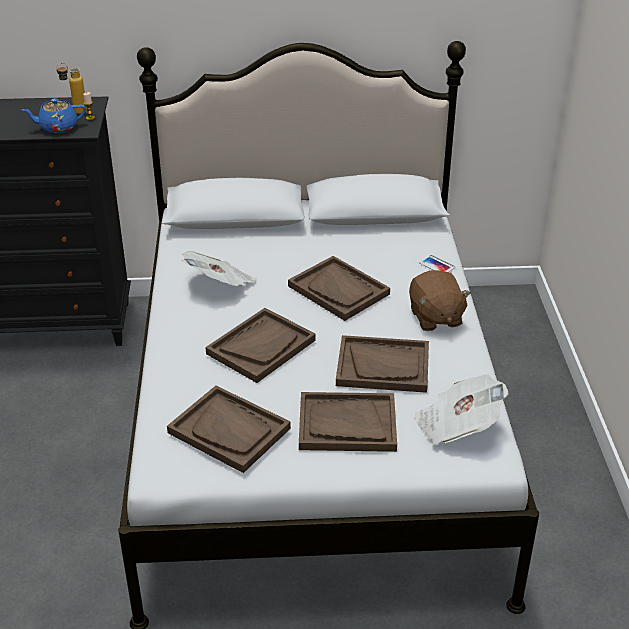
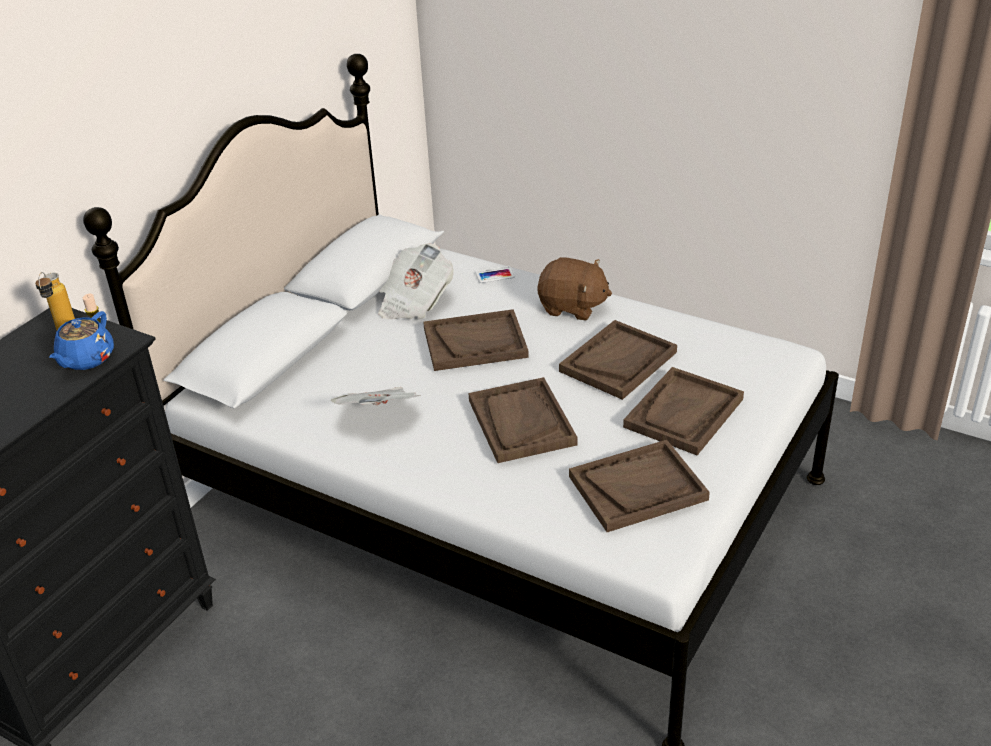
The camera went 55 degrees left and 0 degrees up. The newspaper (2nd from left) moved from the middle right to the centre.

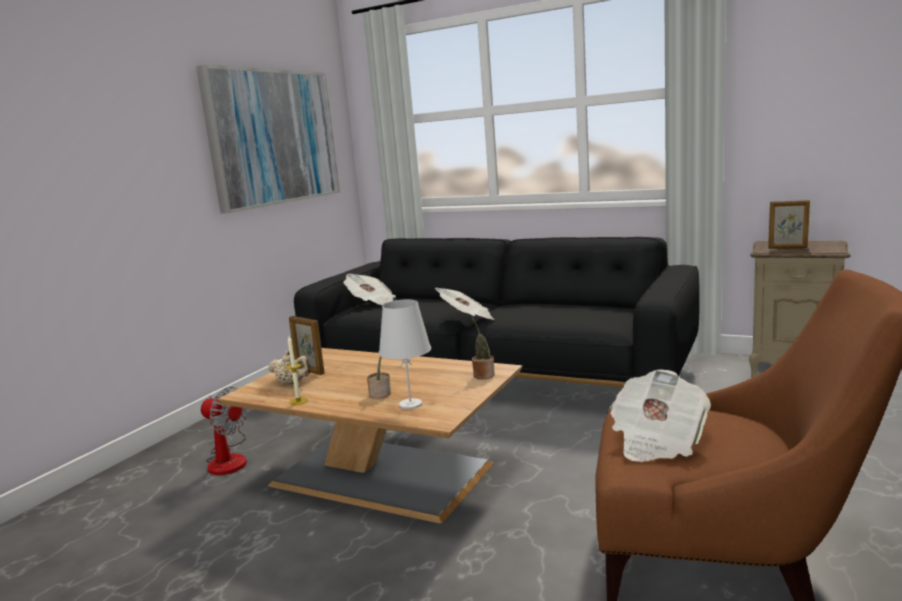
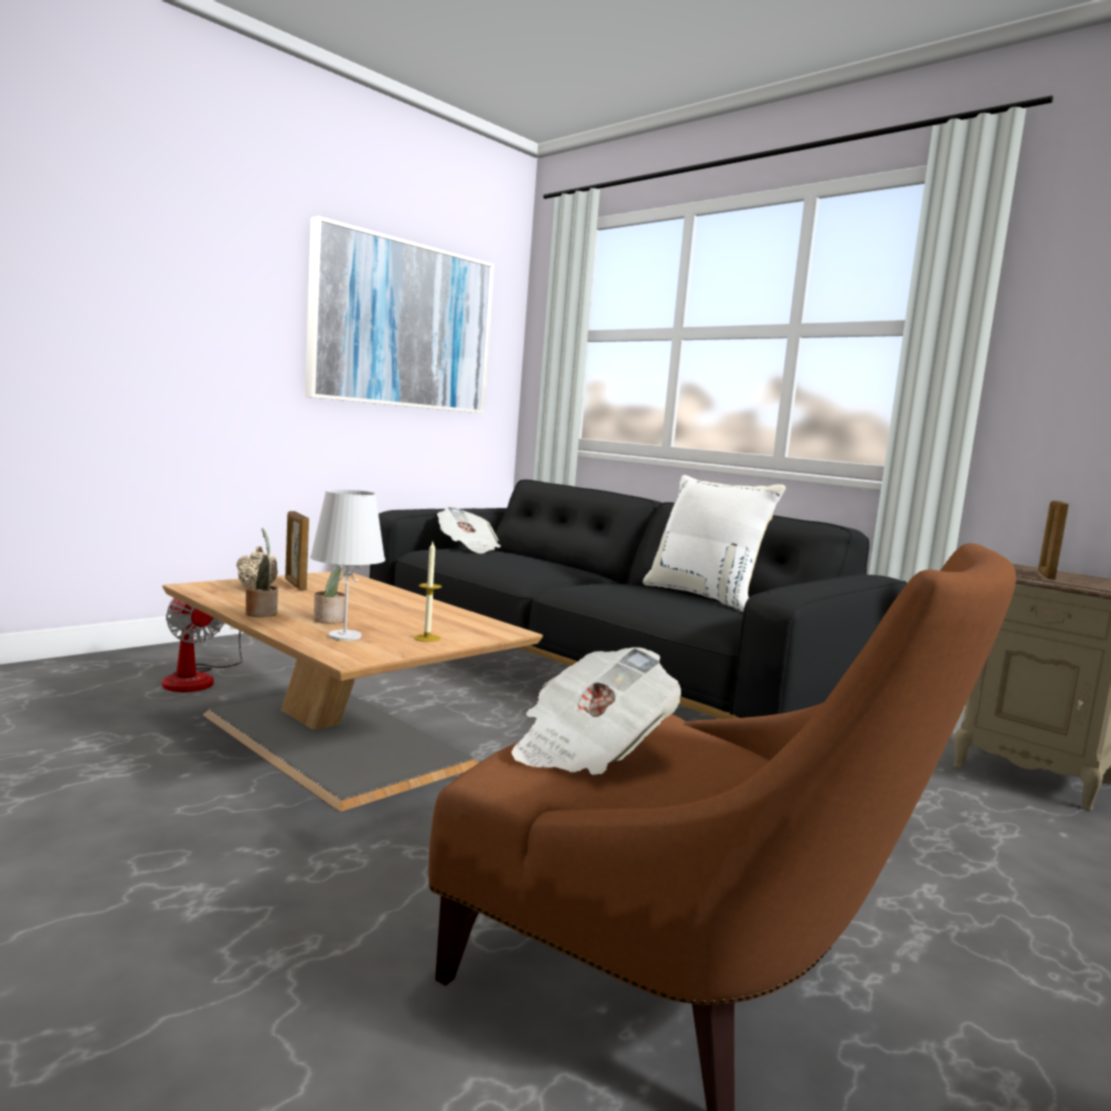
The camera went 15 degrees right and 5 degrees down. The picture frame (2nd from left) at the middle right turned 75 degrees clockwise. The newspaper (2nd from left) at the centre disappeared. The houseplant (2nd from left in the first image) moved from the centre to the middle left. The wax light moved from the middle left to the centre. The white pillow at the centre appeared.

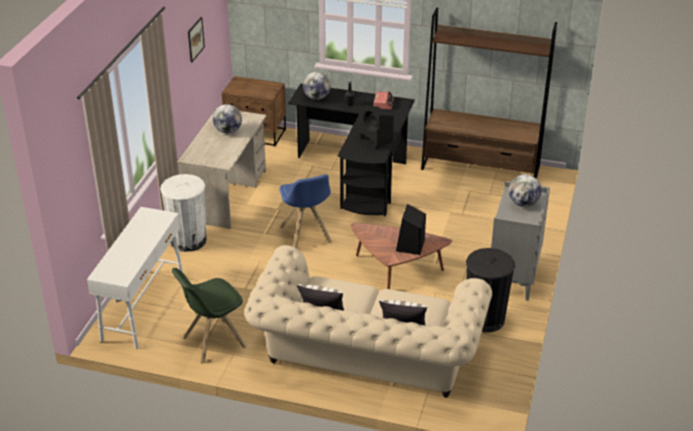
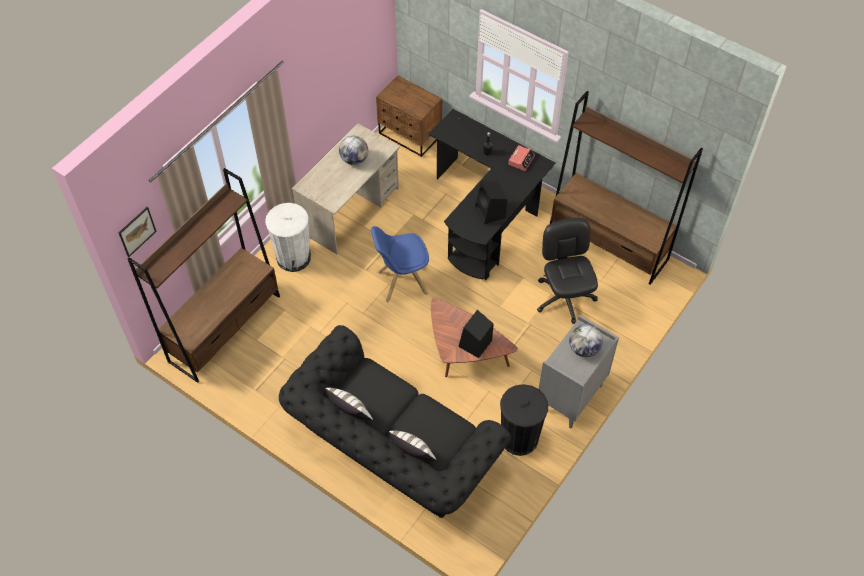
The camera went 20 degrees right and 20 degrees up. The wall art moved from the top left to the middle left. The desk globe (2nd from left) at the top centre disappeared. The bluish upright chair at the centre turned 75 degrees clockwise. The white console table at the middle left was replaced by the brown-coloured shelving unit (1st from left) at the middle left. The beige sofa at the bottom centre became the black sofa at the bottom centre. The green upright chair at the bottom left disappeared. The black desk chair at the centre appeared.

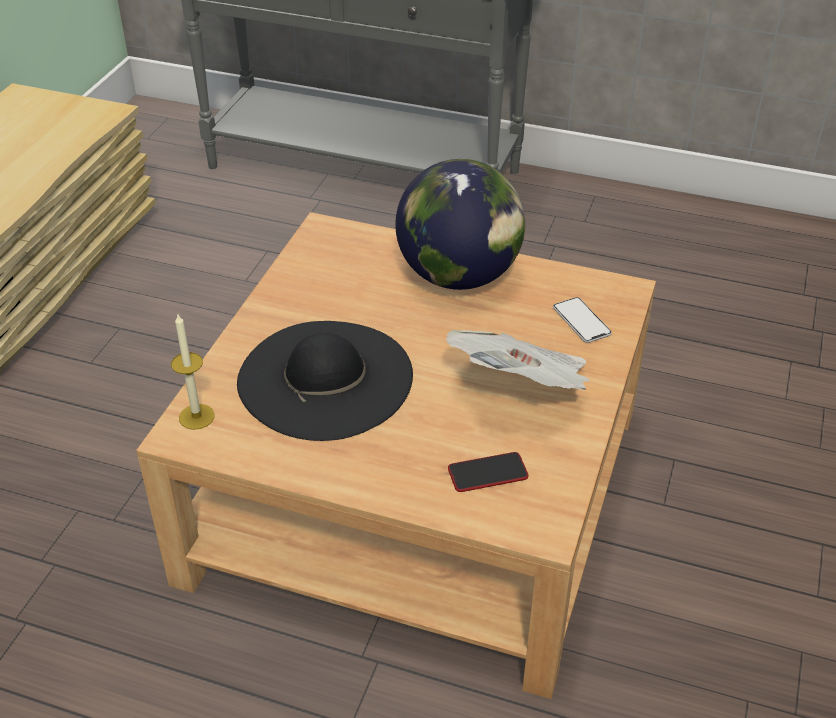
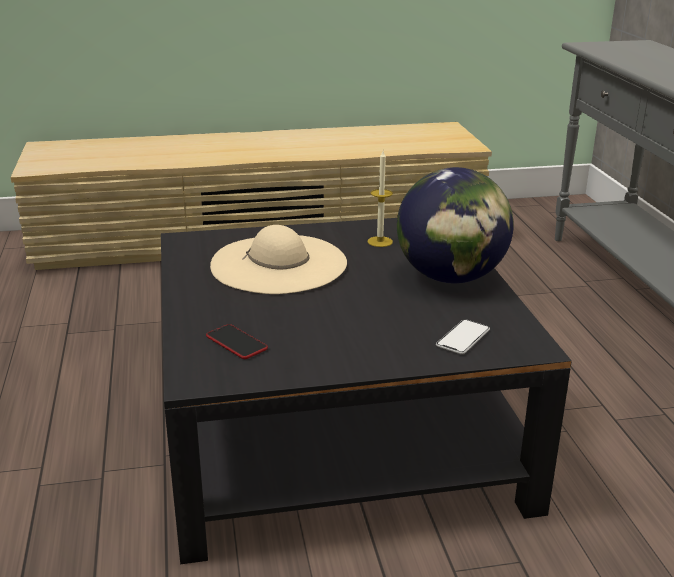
The camera went 60 degrees right and 15 degrees down. The beige coffee table at the centre became the black coffee table at the bottom centre. The wax light moved from the middle left to the centre. The black clothing hat at the centre became the beige clothing hat at the centre. The newspaper at the centre disappeared.

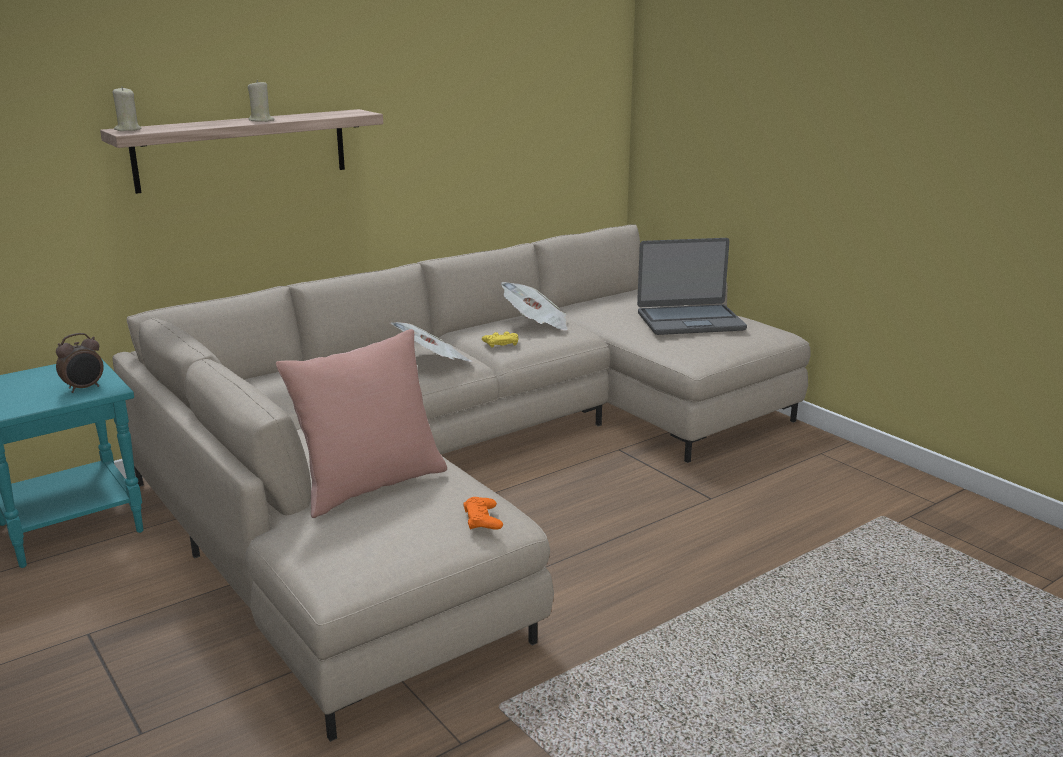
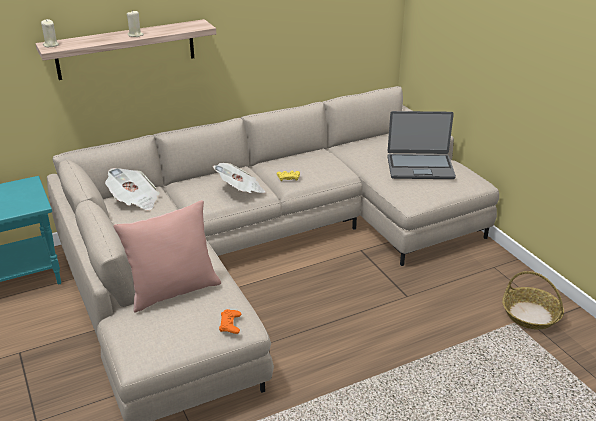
The camera went 10 degrees right and 10 degrees up. The newspaper (2nd from left in the first image) moved from the centre to the middle left. The table clock at the middle left disappeared. The storage basket at the bottom right appeared.

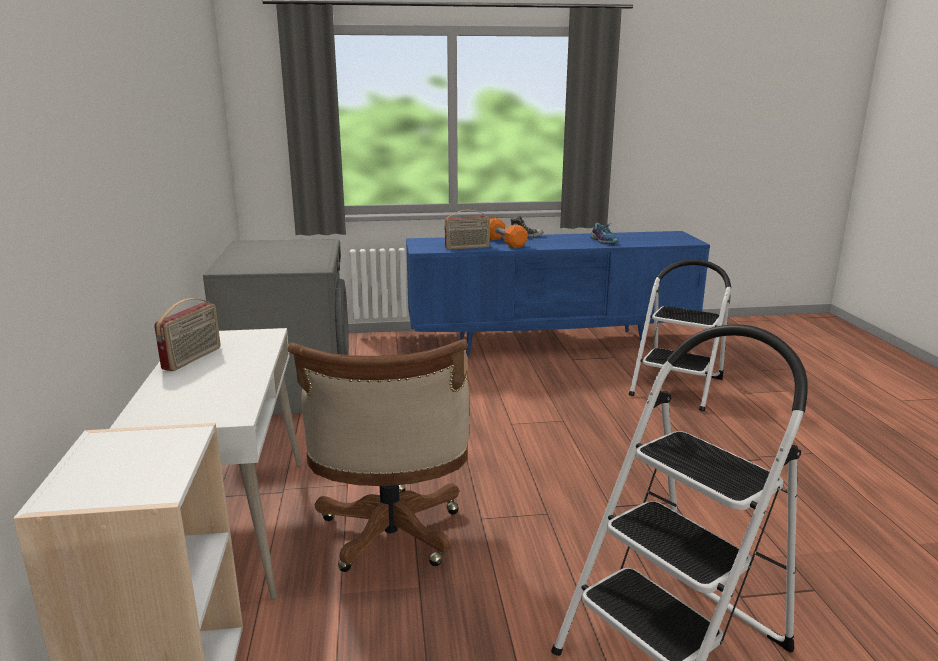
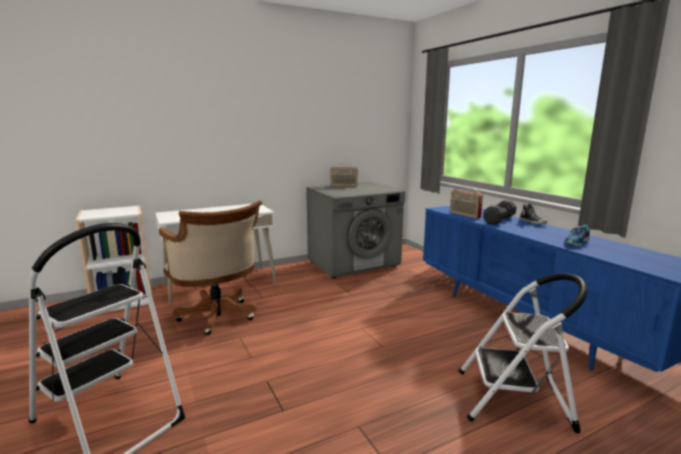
The camera went 70 degrees right and 5 degrees down. The orange-coloured free weight at the centre became the black free weight at the middle right. The radio (1st from left) moved from the middle left to the centre. The desk chair at the bottom centre turned 105 degrees counterclockwise.

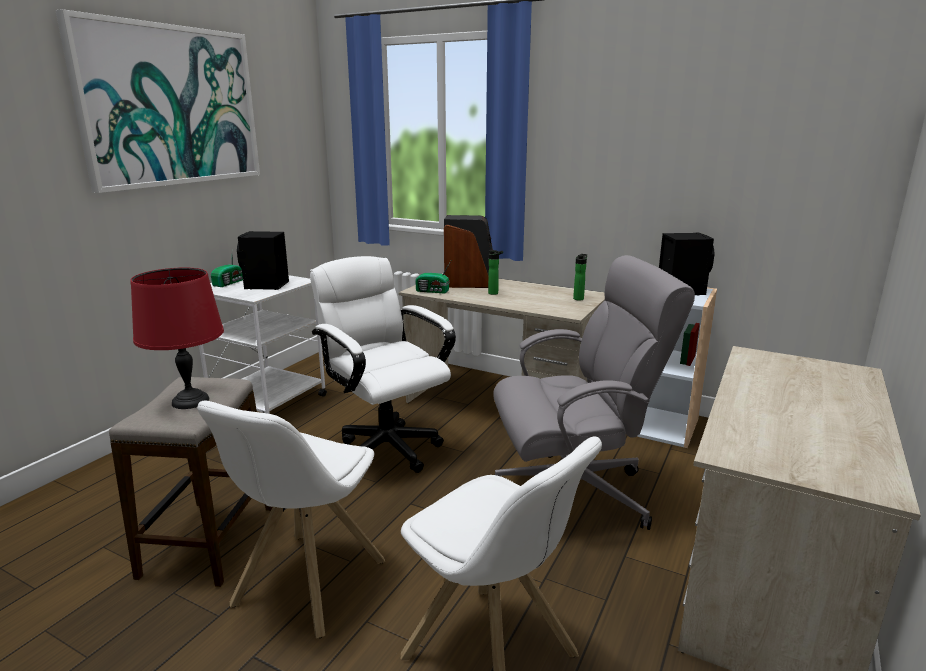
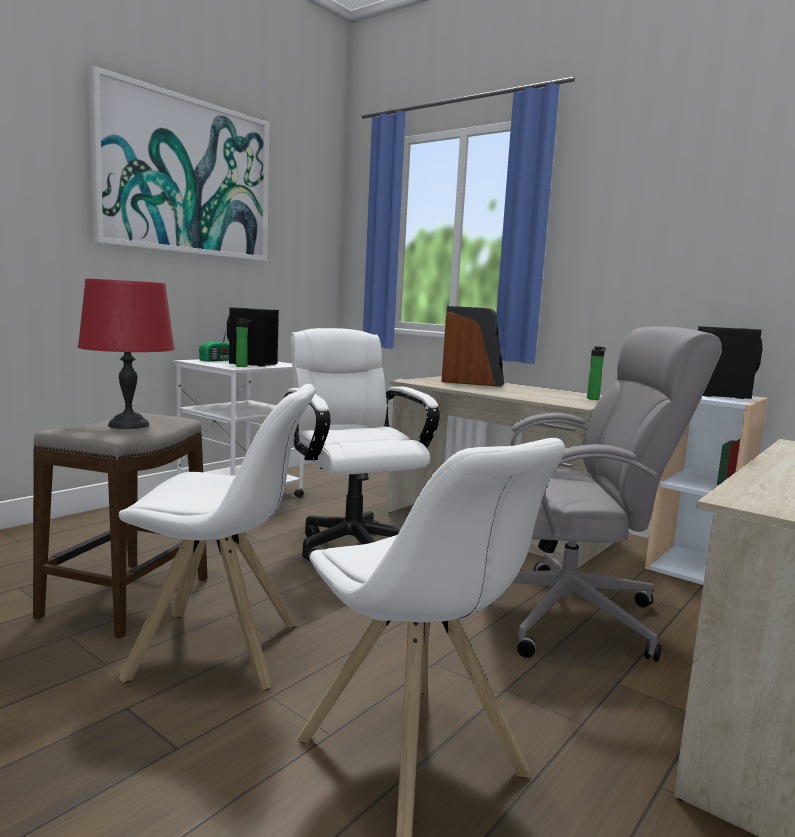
The camera went 10 degrees right and 10 degrees down. The drink bottle (1st from left) moved from the centre to the middle left. The radio (2nd from left) at the centre disappeared. The white upright chair (1st from left) at the bottom left turned 120 degrees counterclockwise.

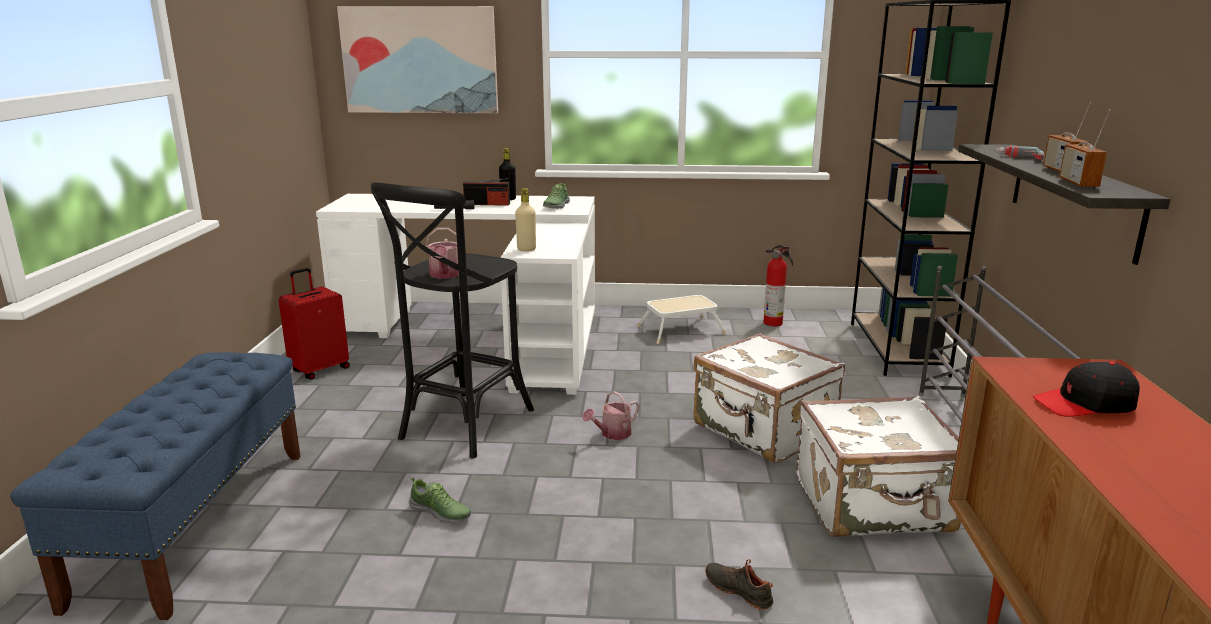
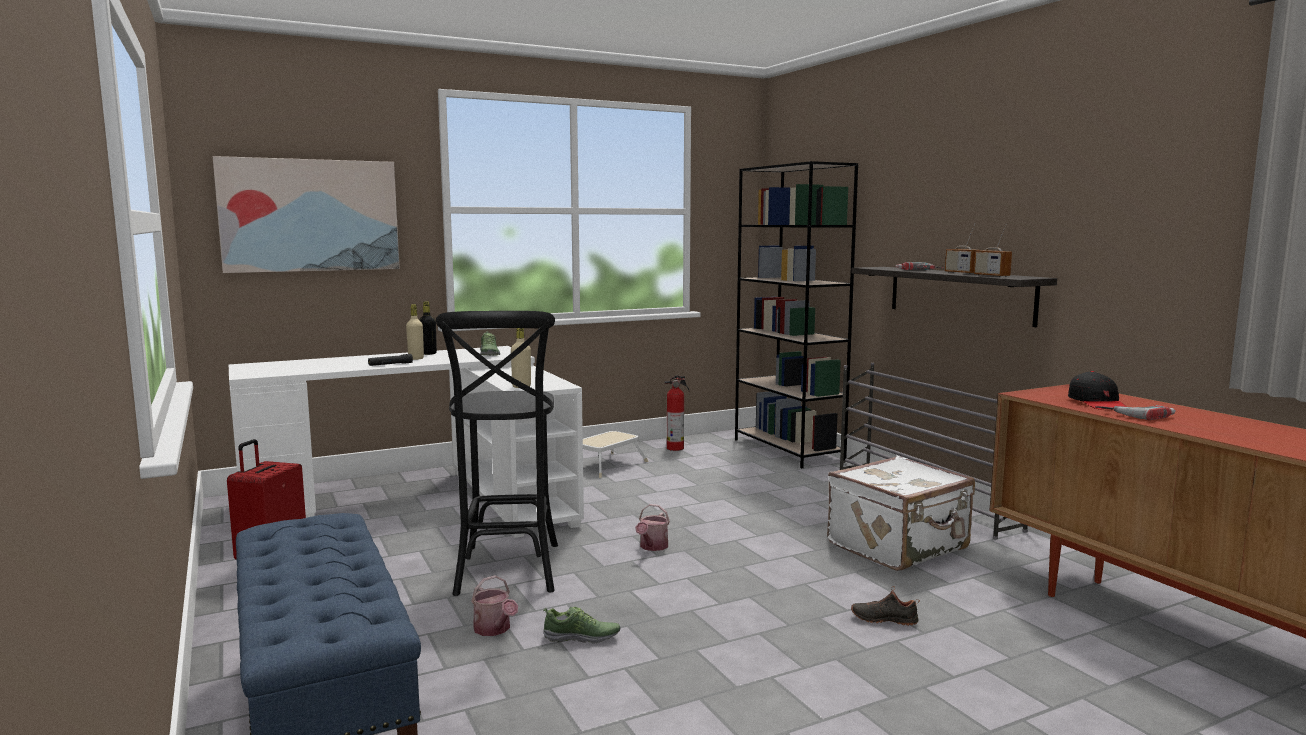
The camera went 30 degrees left and 10 degrees down. The radio (1st from left) at the top centre was replaced by the beige drink bottle (1st from left) at the middle left. The watering pot (1st from left) moved from the centre to the bottom centre. The white piece of luggage (1st from left) at the centre disappeared. The black peaked cap at the middle right turned 60 degrees counterclockwise. The power drill (2nd from left) at the middle right appeared.

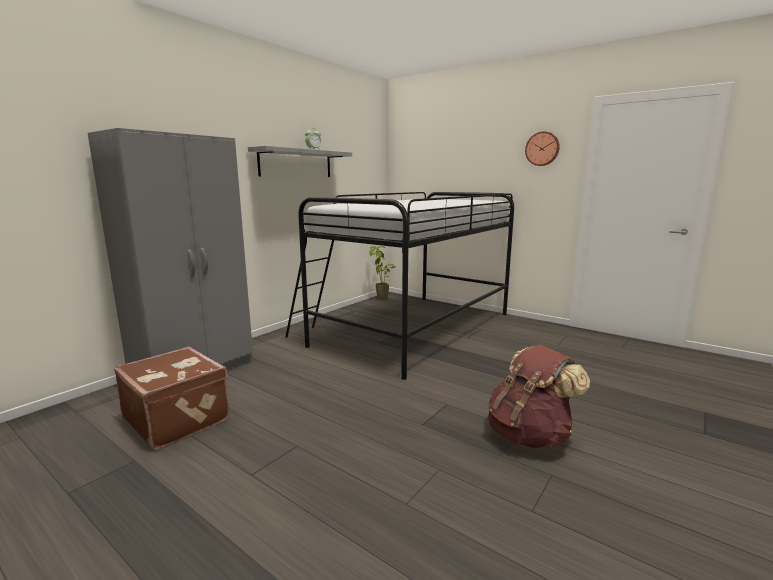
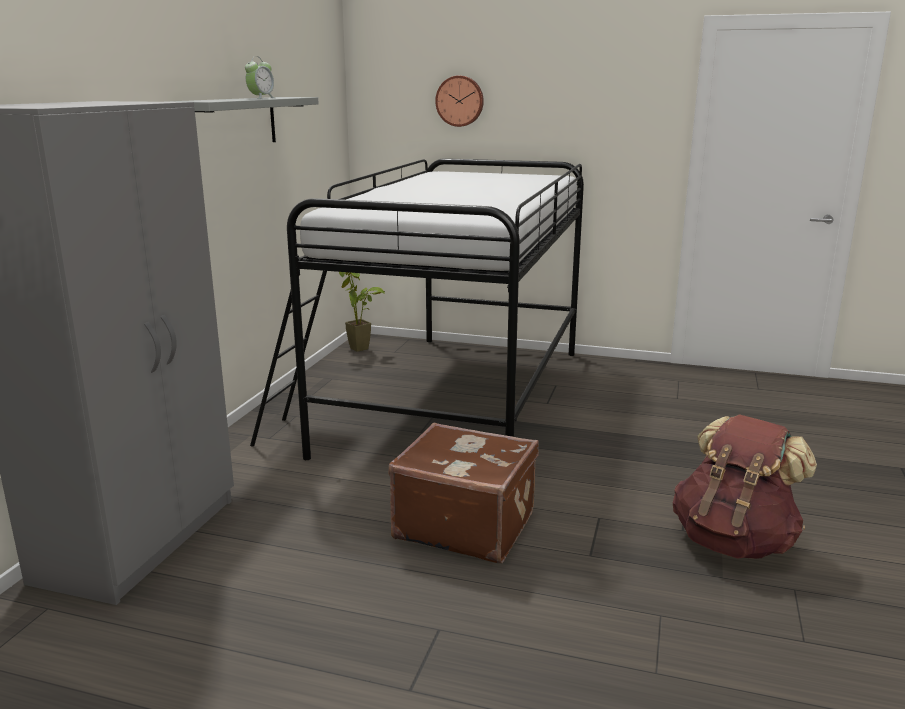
The camera went 20 degrees left and 5 degrees up. The wall clock moved from the top right to the top centre. The brown-coloured piece of luggage moved from the bottom left to the bottom centre.

